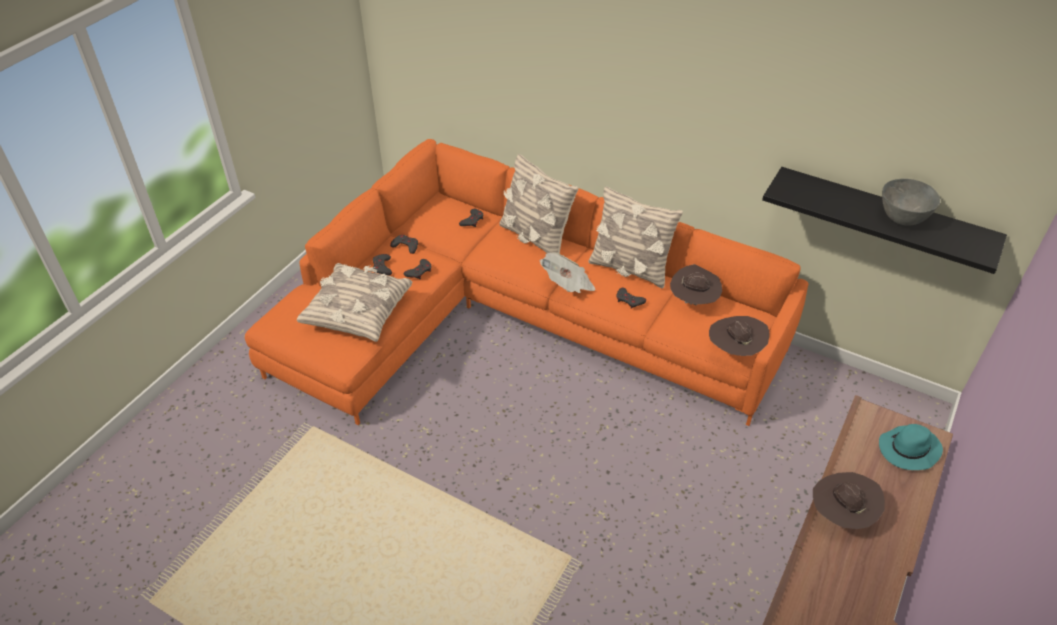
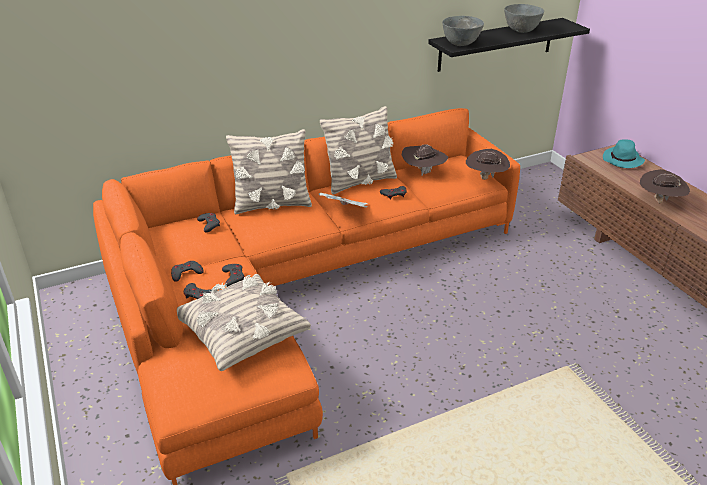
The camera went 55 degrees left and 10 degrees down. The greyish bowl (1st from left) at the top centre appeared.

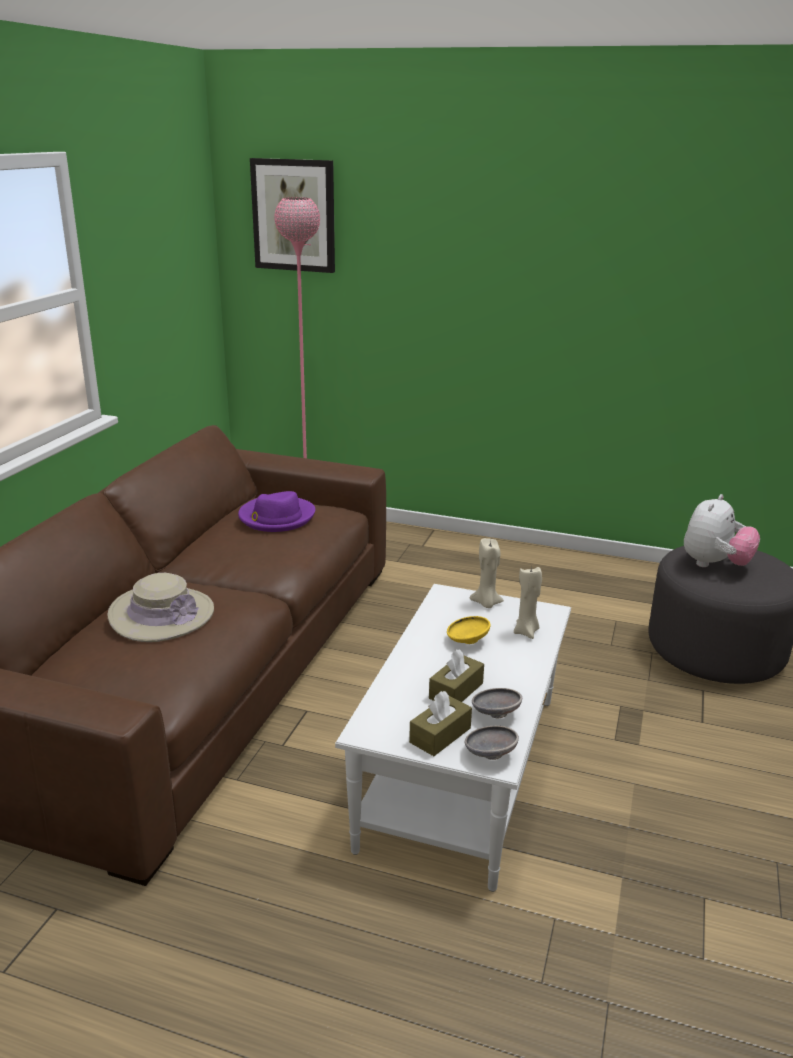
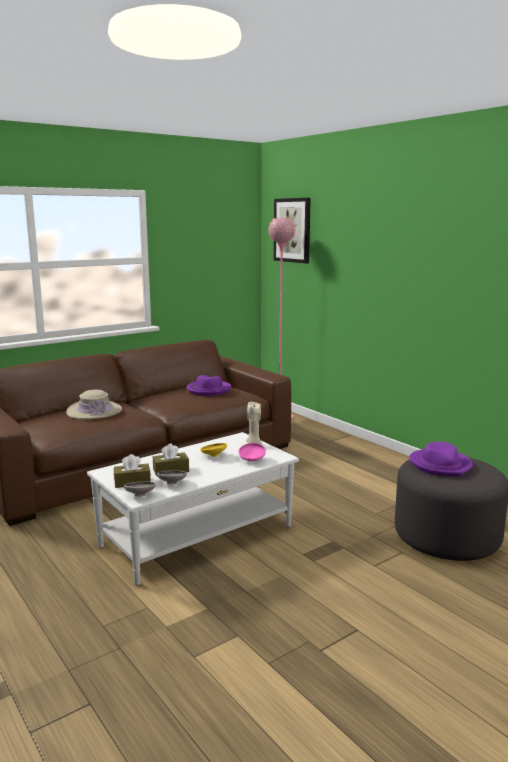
The camera went 35 degrees right and 10 degrees down. The plush toy at the middle right was replaced by the purple-coloured clothing hat (2nd from left) at the middle right. The beige wax light (2nd from left) at the centre was replaced by the pinkish bowl at the centre.

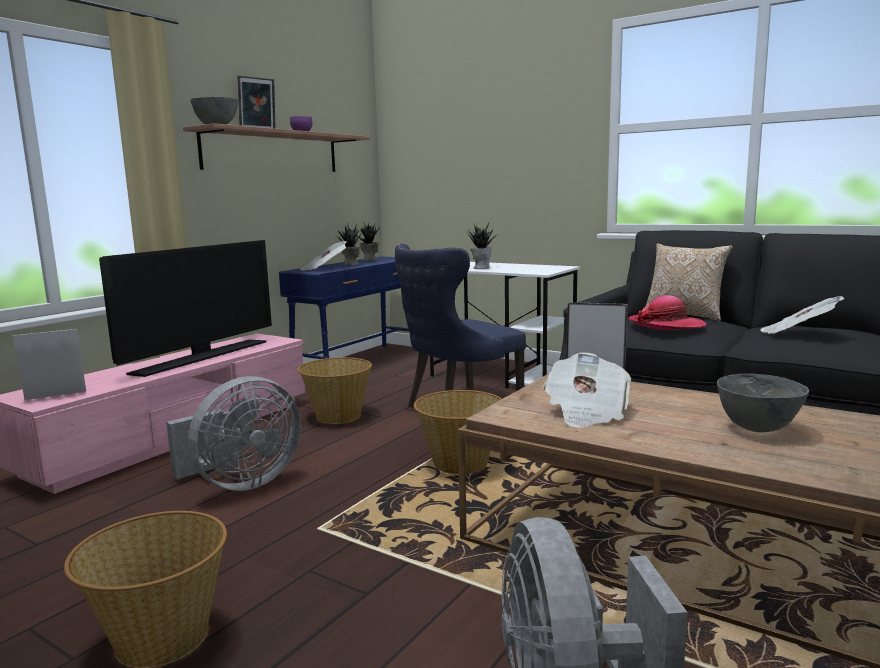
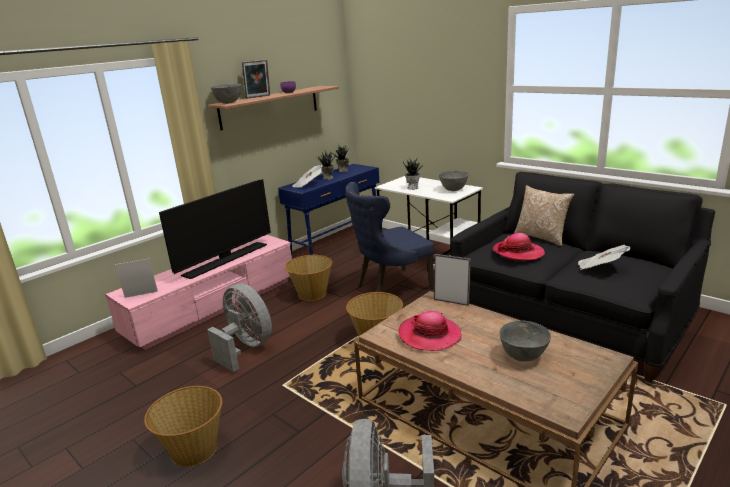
The camera went 10 degrees right and 10 degrees up. The newspaper (2nd from left) at the middle right was replaced by the clothing hat (1st from left) at the bottom centre. The greyish electric fan (1st from left) at the middle left turned 105 degrees counterclockwise. The greyish bowl (2nd from left) at the centre appeared.

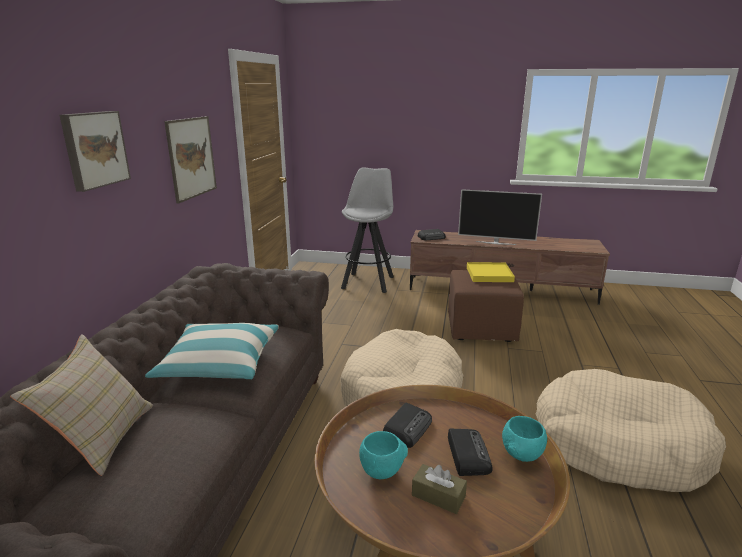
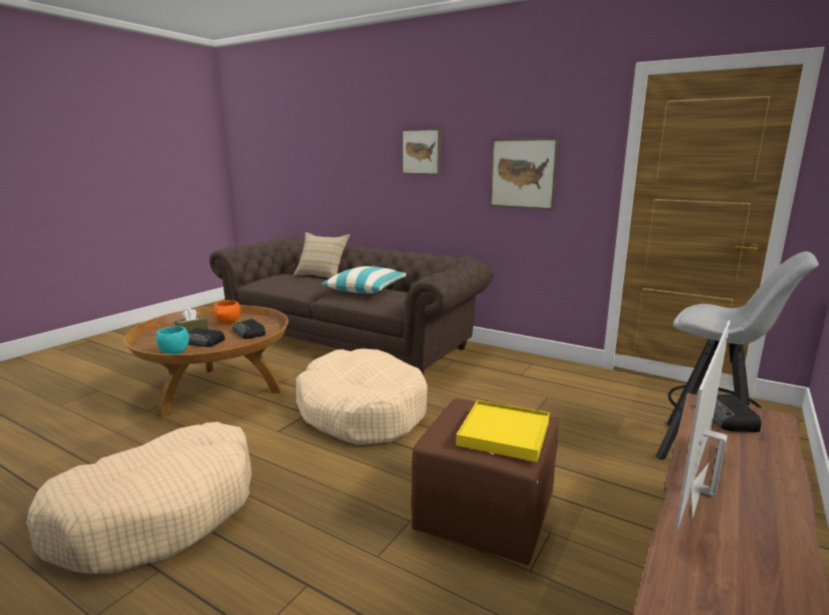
The camera went 110 degrees right and 5 degrees down. The turquoise-coloured bowl (1st from left) at the bottom centre became the orange-coloured bowl at the middle left.

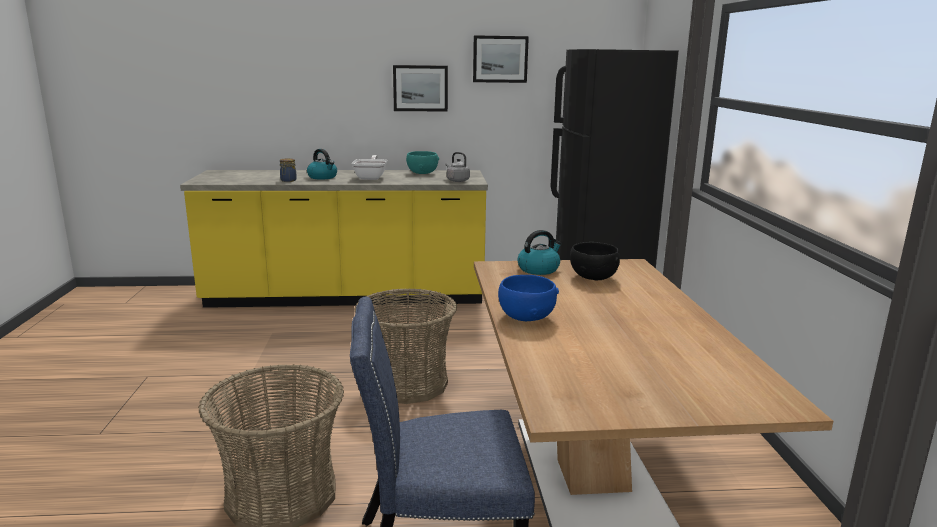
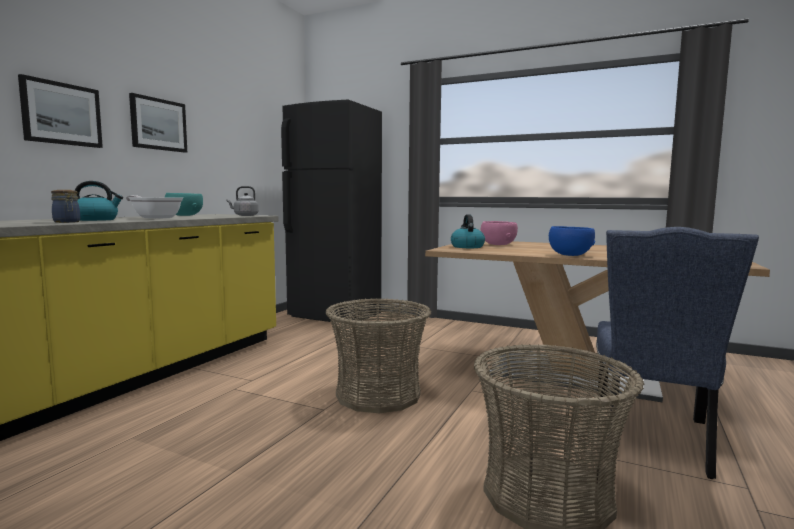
The camera went 60 degrees left and 10 degrees down. The wall art (2nd from left in the first image) moved from the top centre to the top left. The black bowl at the centre became the pinkish bowl at the centre.

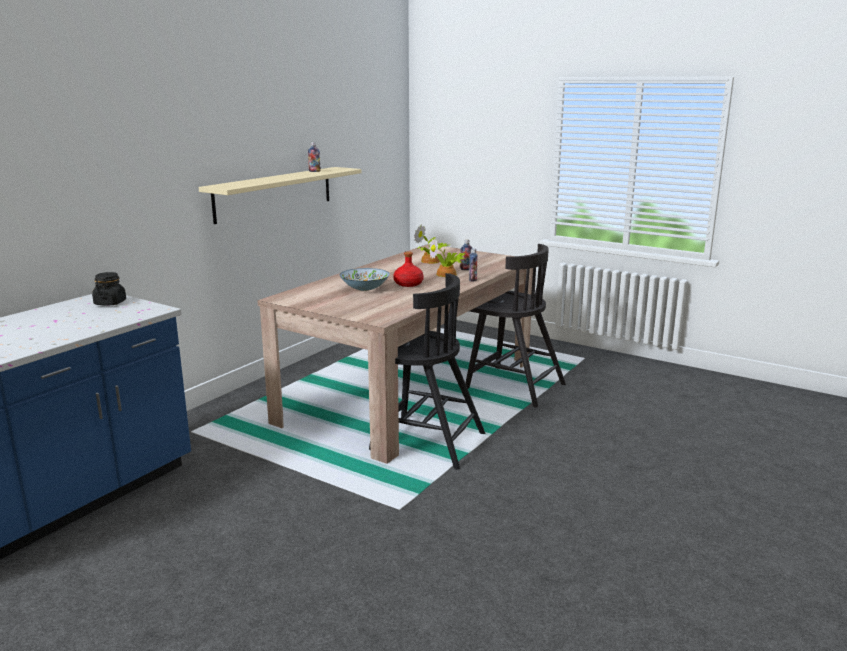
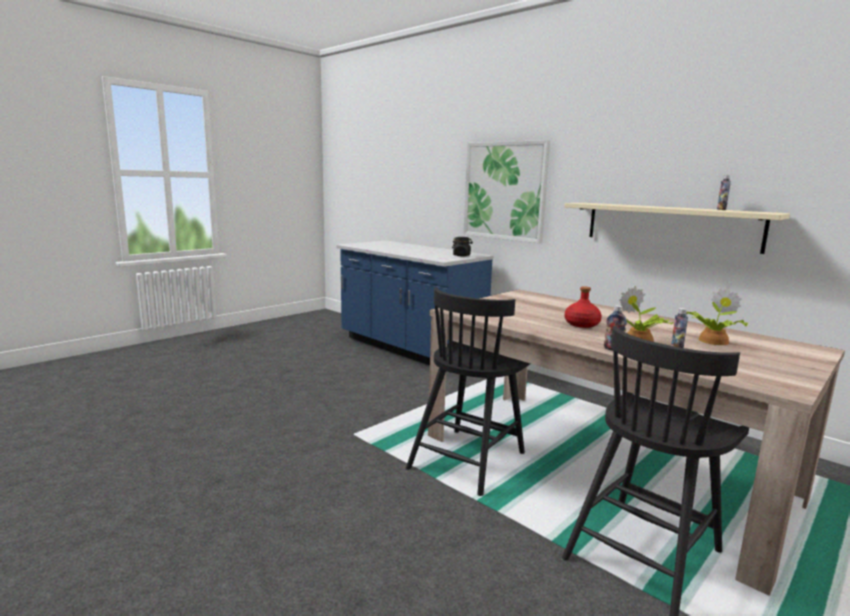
The camera went 100 degrees right and 5 degrees down. The bowl at the centre disappeared. The wall art at the top centre appeared.

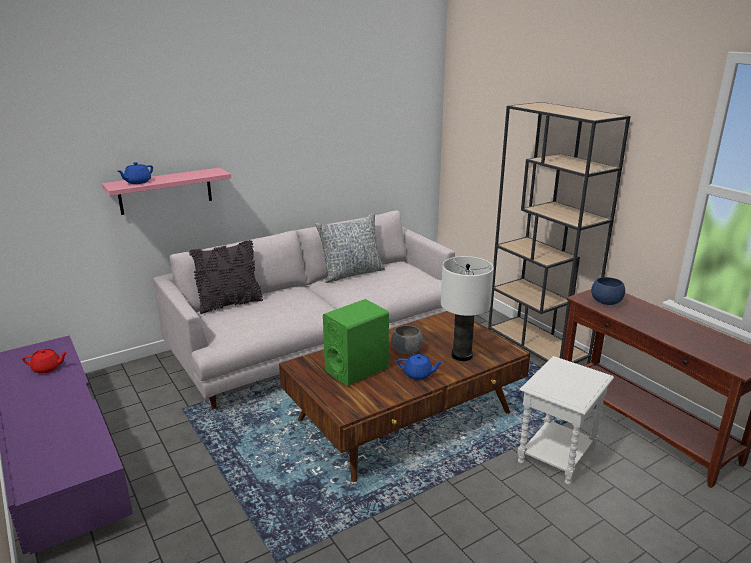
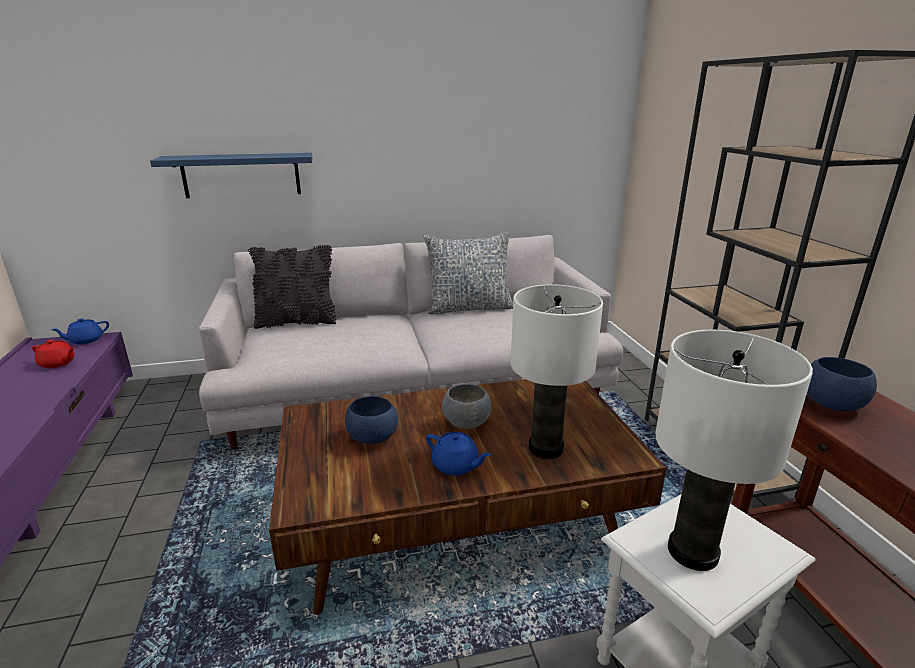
The camera went 20 degrees right and 0 degrees up. The bluish pot for tea (1st from left) moved from the top left to the middle left. The pinkish shelf at the middle left became the bluish shelf at the top left. The green speaker at the centre was replaced by the bluish bowl (1st from left) at the centre. The white lamp for a table (2nd from left) at the bottom right appeared.

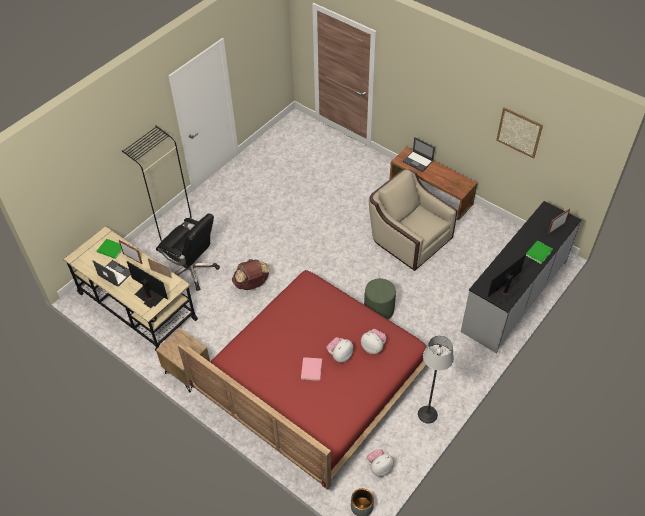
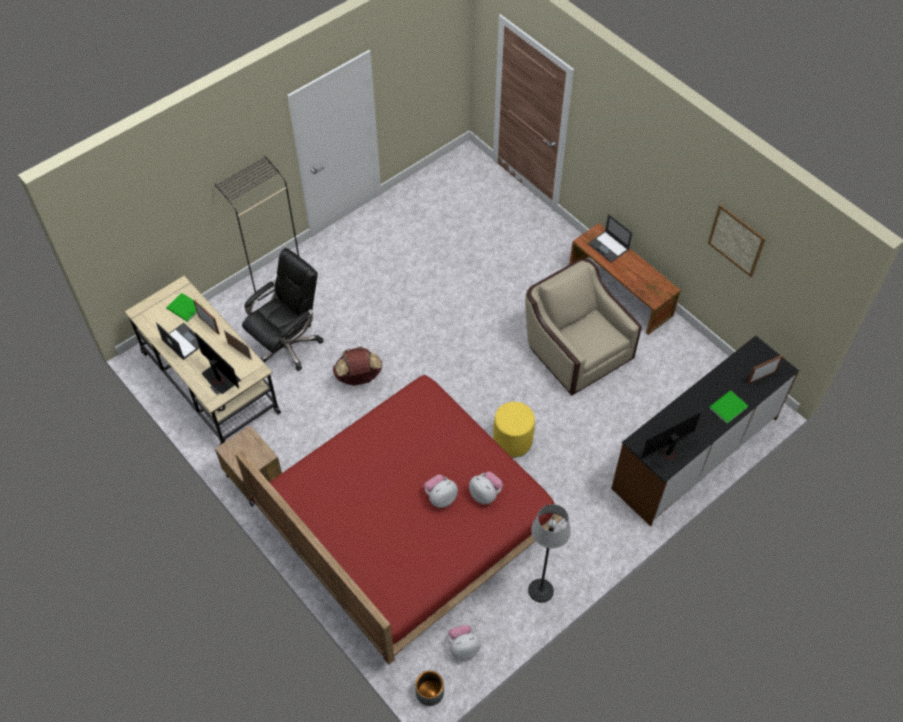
The camera went 10 degrees right and 5 degrees up. The greyish chest of drawers at the middle right became the brown-coloured chest of drawers at the middle right. The black desk chair at the middle left turned 90 degrees counterclockwise. The green footrest at the centre became the yellowish footrest at the centre. The pinkish bound book at the bottom centre disappeared.

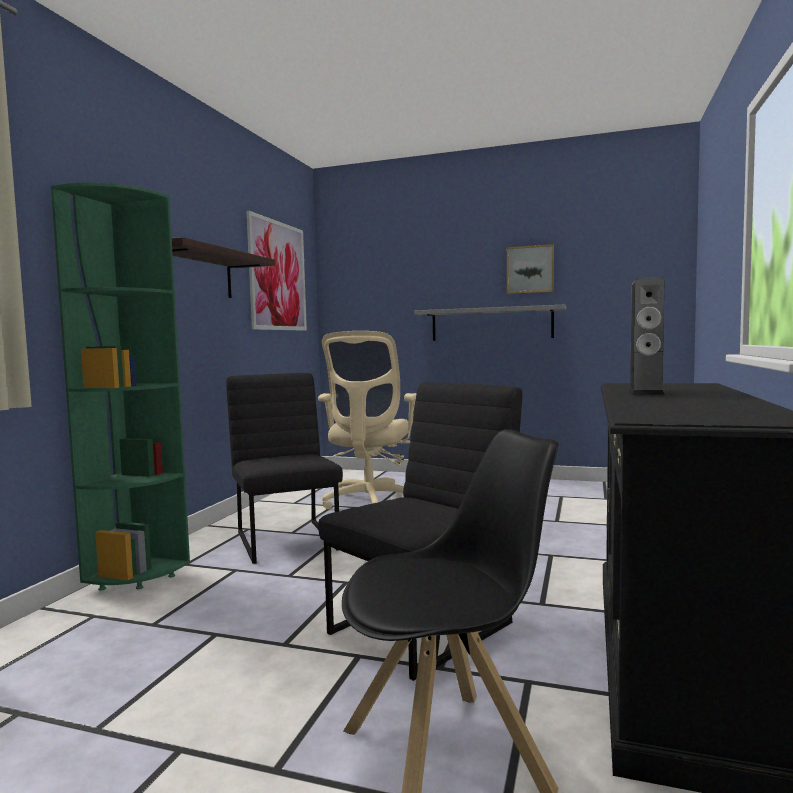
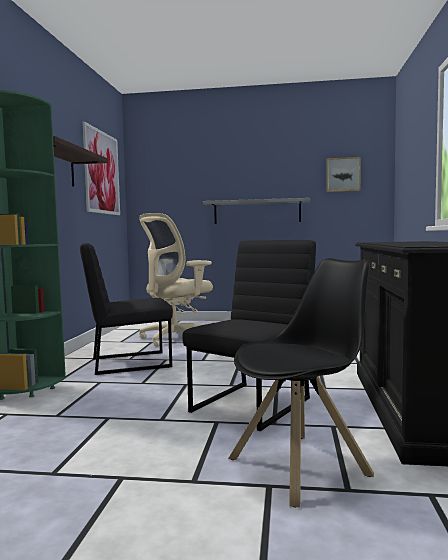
The camera went 10 degrees left and 0 degrees up. The wall art (2nd from left) moved from the middle right to the top right. The speaker at the middle right disappeared. The beige desk chair at the centre turned 45 degrees clockwise. The black upright chair (1st from left) at the centre turned 75 degrees counterclockwise.

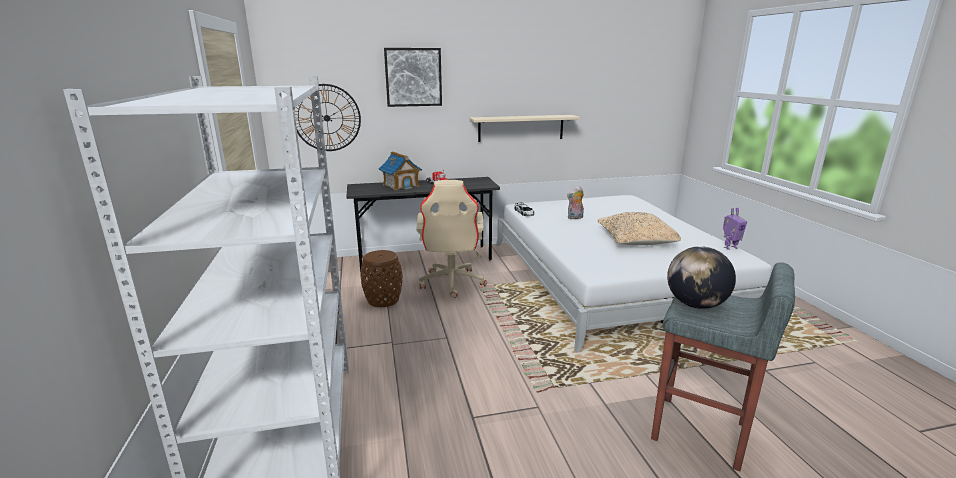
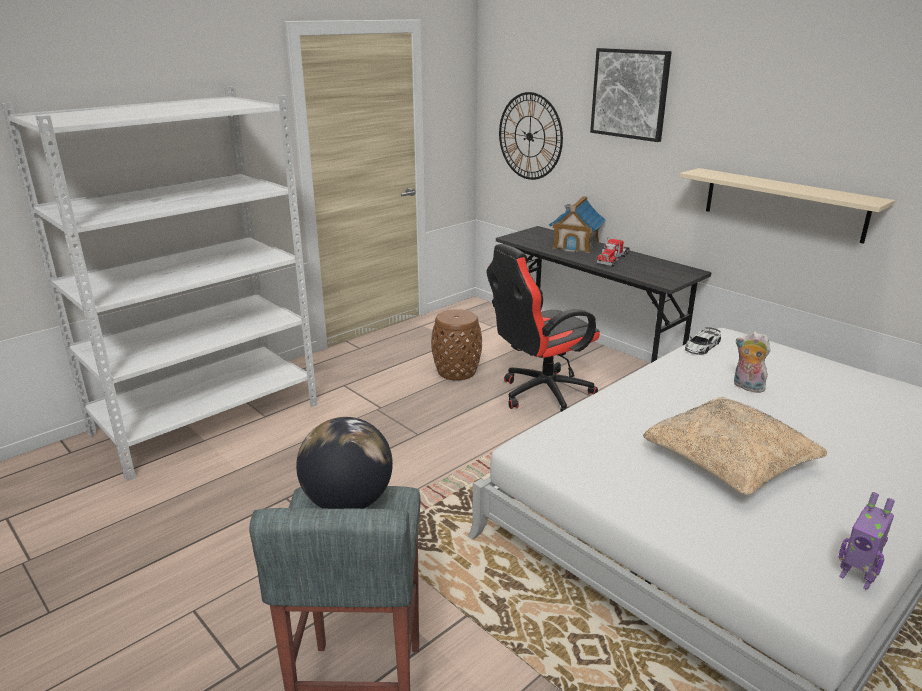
The camera went 60 degrees right and 5 degrees up. The beige desk chair at the centre became the black desk chair at the centre.

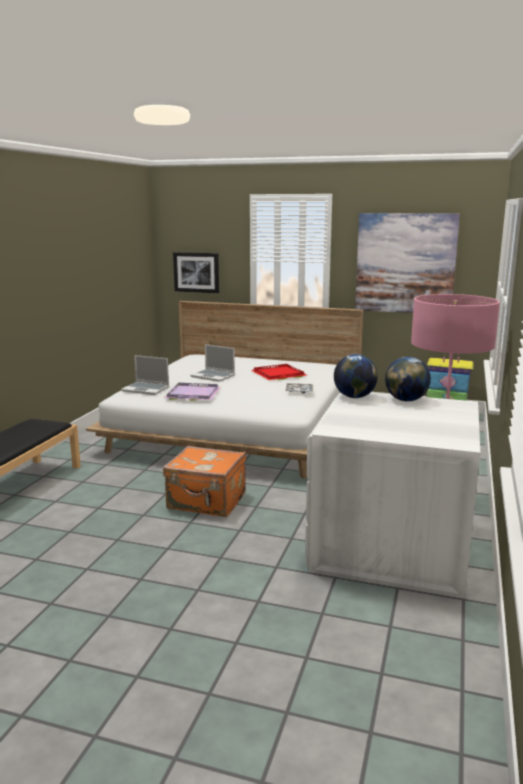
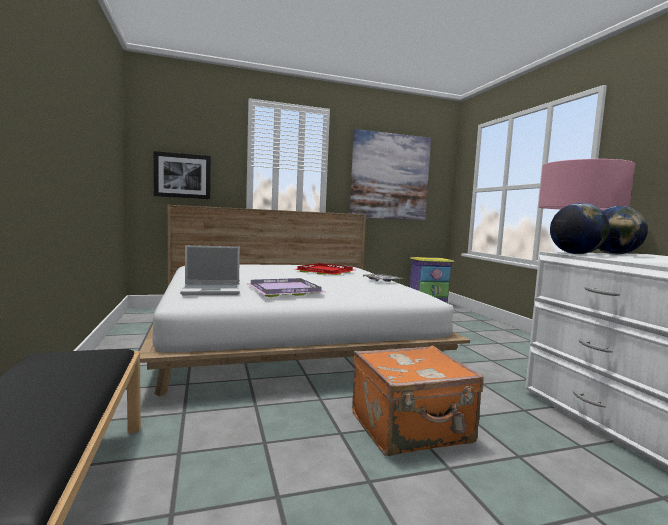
The camera went 35 degrees left and 10 degrees down. The laptop (2nd from left) at the centre disappeared.

